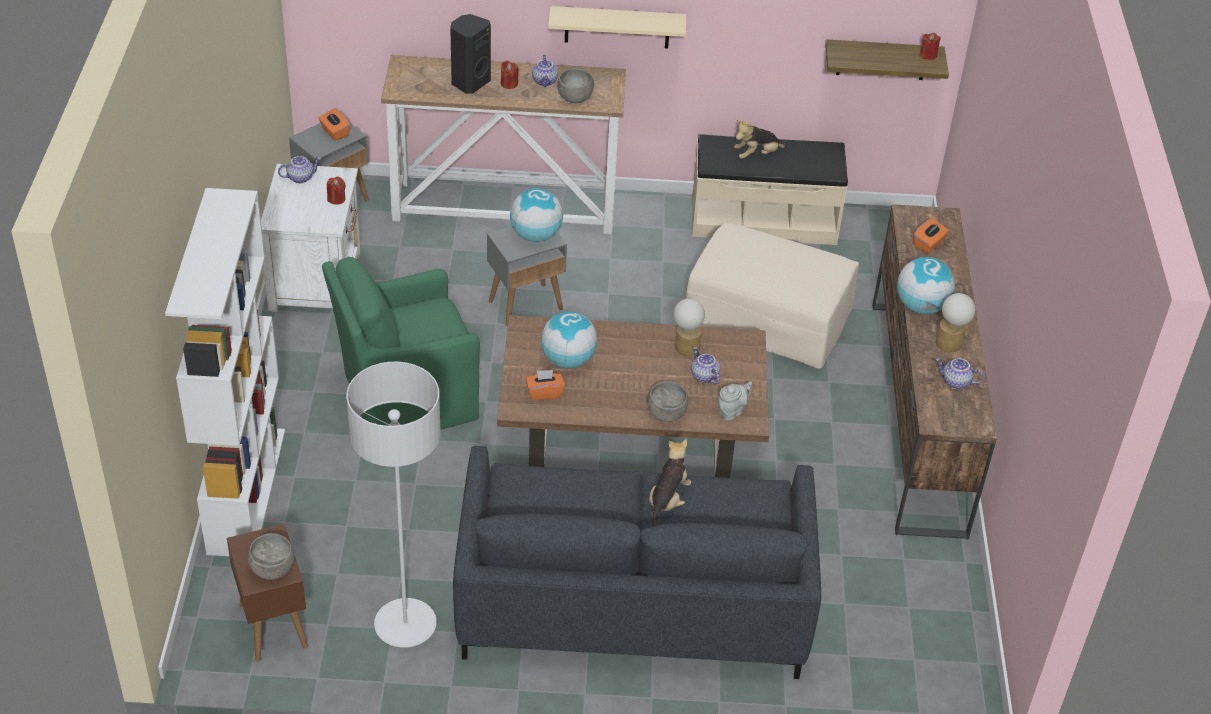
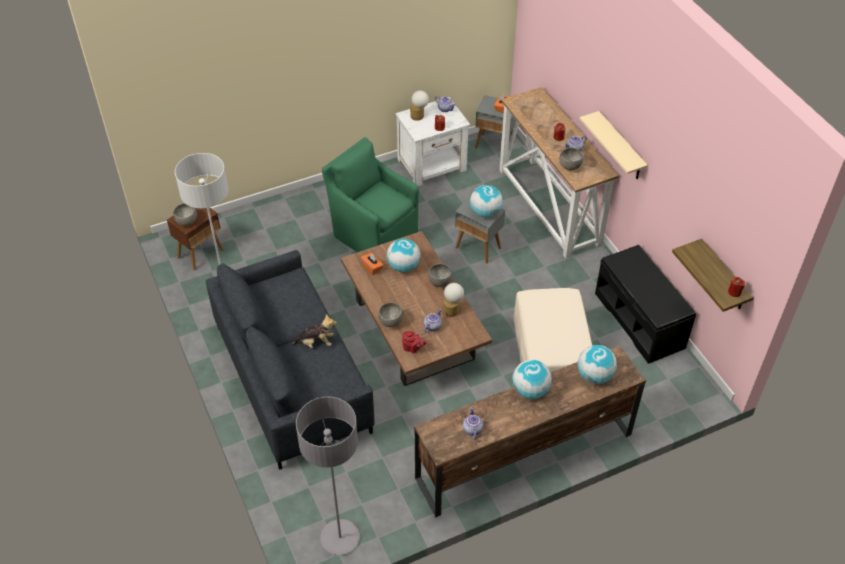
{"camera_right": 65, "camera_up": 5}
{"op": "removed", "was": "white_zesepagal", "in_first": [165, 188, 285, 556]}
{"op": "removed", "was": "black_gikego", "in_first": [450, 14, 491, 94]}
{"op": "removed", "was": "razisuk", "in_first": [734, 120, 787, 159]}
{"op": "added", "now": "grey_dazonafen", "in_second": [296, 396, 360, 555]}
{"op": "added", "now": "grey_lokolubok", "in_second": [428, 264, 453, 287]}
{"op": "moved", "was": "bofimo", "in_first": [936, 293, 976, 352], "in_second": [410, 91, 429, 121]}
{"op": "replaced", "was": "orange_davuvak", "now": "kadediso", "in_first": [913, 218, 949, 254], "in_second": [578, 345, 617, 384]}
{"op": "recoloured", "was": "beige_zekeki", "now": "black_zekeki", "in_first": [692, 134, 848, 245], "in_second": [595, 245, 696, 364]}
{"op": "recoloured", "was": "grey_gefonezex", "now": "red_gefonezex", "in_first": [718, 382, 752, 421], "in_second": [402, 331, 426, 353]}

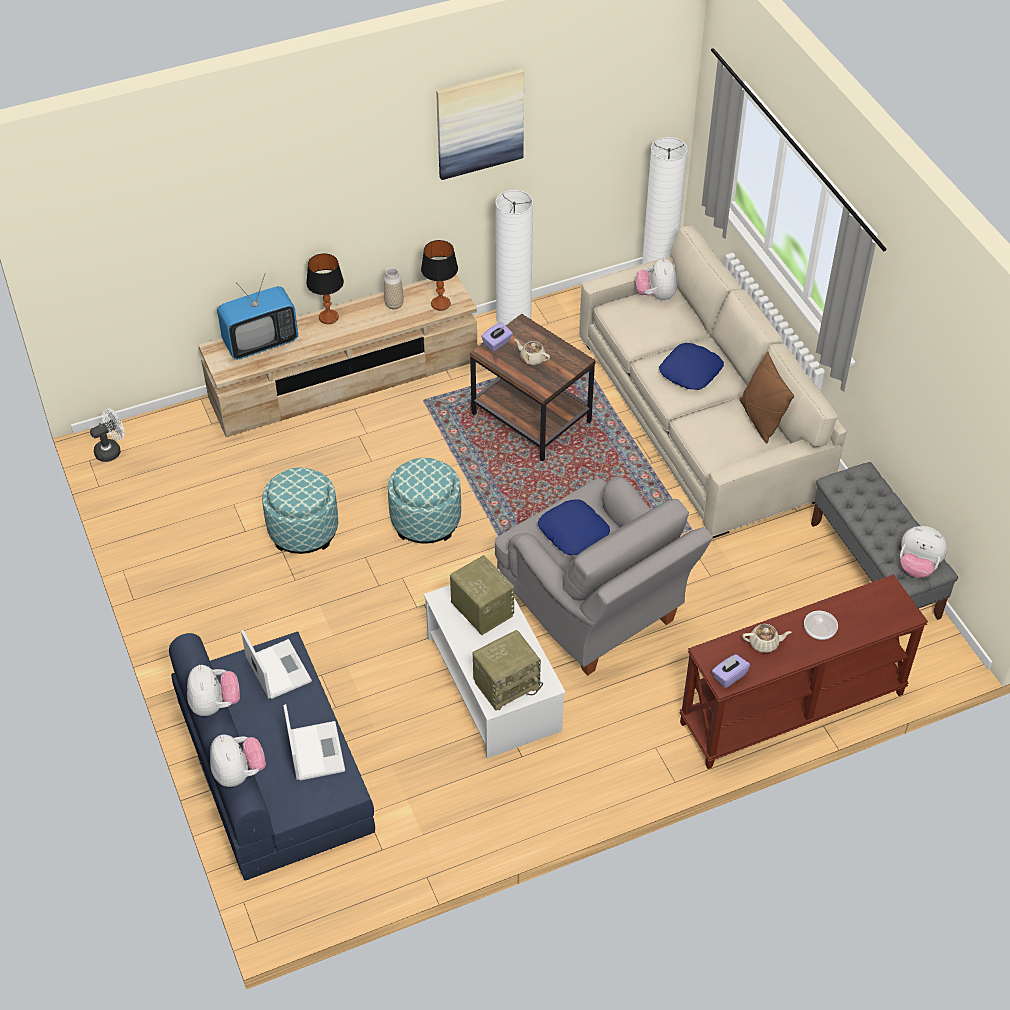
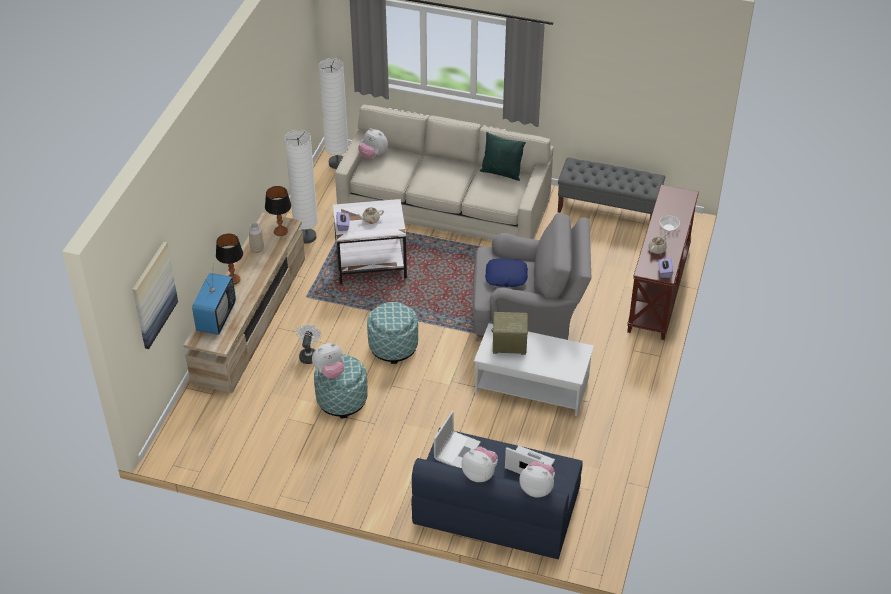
{"camera_right": -50, "camera_up": -5}
{"op": "removed", "was": "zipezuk", "in_first": [472, 630, 543, 711]}
{"op": "removed", "was": "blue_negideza", "in_first": [659, 343, 724, 390]}
{"op": "moved", "was": "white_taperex", "in_first": [90, 408, 124, 462], "in_second": [296, 324, 321, 364]}
{"op": "moved", "was": "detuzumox", "in_first": [436, 69, 524, 180], "in_second": [132, 242, 178, 349]}
{"op": "moved", "was": "razisuk", "in_first": [900, 526, 948, 578], "in_second": [312, 343, 345, 379]}
{"op": "recoloured", "was": "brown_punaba", "now": "white_punaba", "in_first": [470, 314, 596, 462], "in_second": [333, 199, 407, 284]}
{"op": "recoloured", "was": "brown_negideza", "now": "green_negideza", "in_first": [740, 351, 794, 443], "in_second": [480, 132, 526, 181]}
{"op": "turned", "was": "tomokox", "in_first": [241, 630, 312, 699], "in_second": [434, 411, 481, 468], "clockwise": 105}

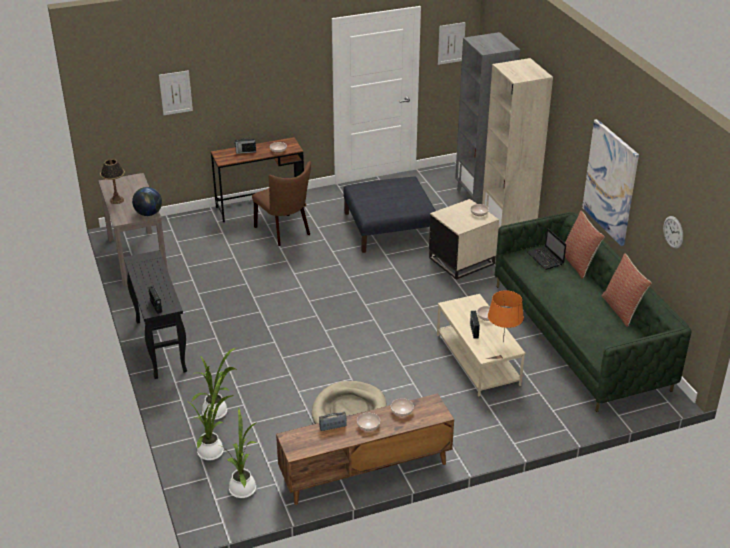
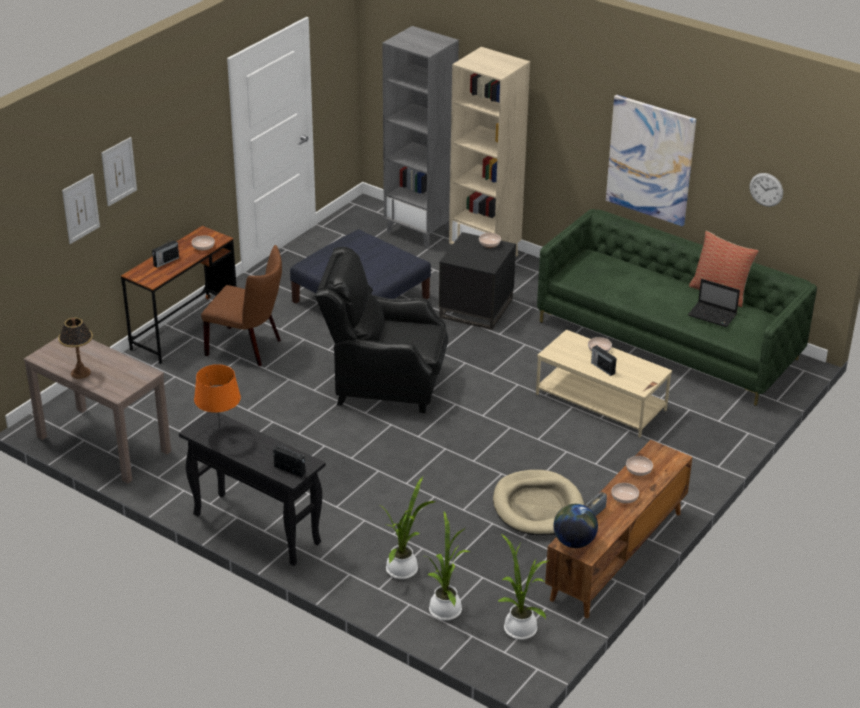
{"camera_right": -35, "camera_up": 0}
{"op": "removed", "was": "negideza", "in_first": [565, 210, 605, 279]}
{"op": "added", "now": "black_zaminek", "in_second": [315, 246, 448, 413]}
{"op": "moved", "was": "kadediso", "in_first": [132, 187, 162, 216], "in_second": [553, 504, 598, 548]}
{"op": "moved", "was": "detuzumox", "in_first": [438, 22, 466, 65], "in_second": [101, 137, 137, 206]}
{"op": "moved", "was": "orange_bofimo", "in_first": [488, 290, 524, 342], "in_second": [194, 364, 241, 428]}
{"op": "moved", "was": "tomokox", "in_first": [527, 228, 566, 270], "in_second": [688, 279, 740, 327]}
{"op": "recoloured", "was": "beige_punaba", "now": "black_punaba", "in_first": [429, 199, 499, 280], "in_second": [439, 232, 516, 330]}

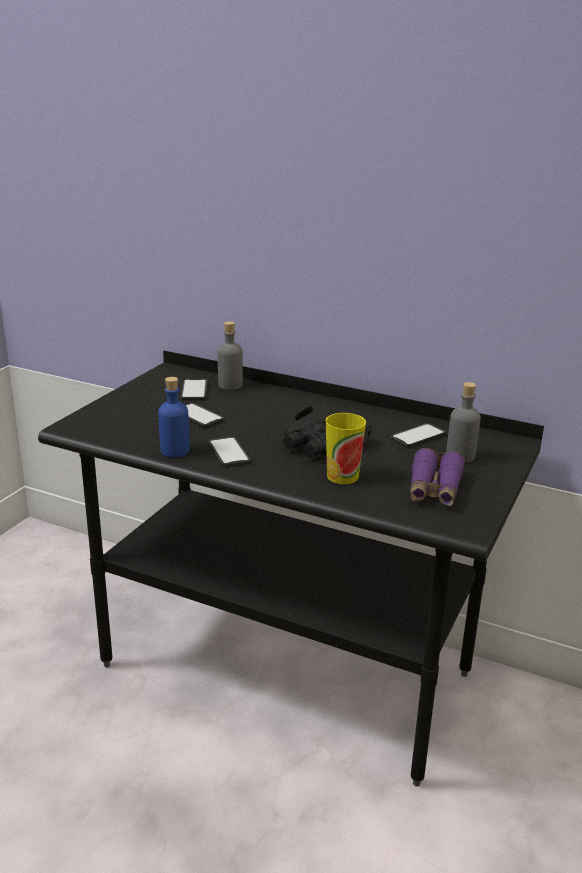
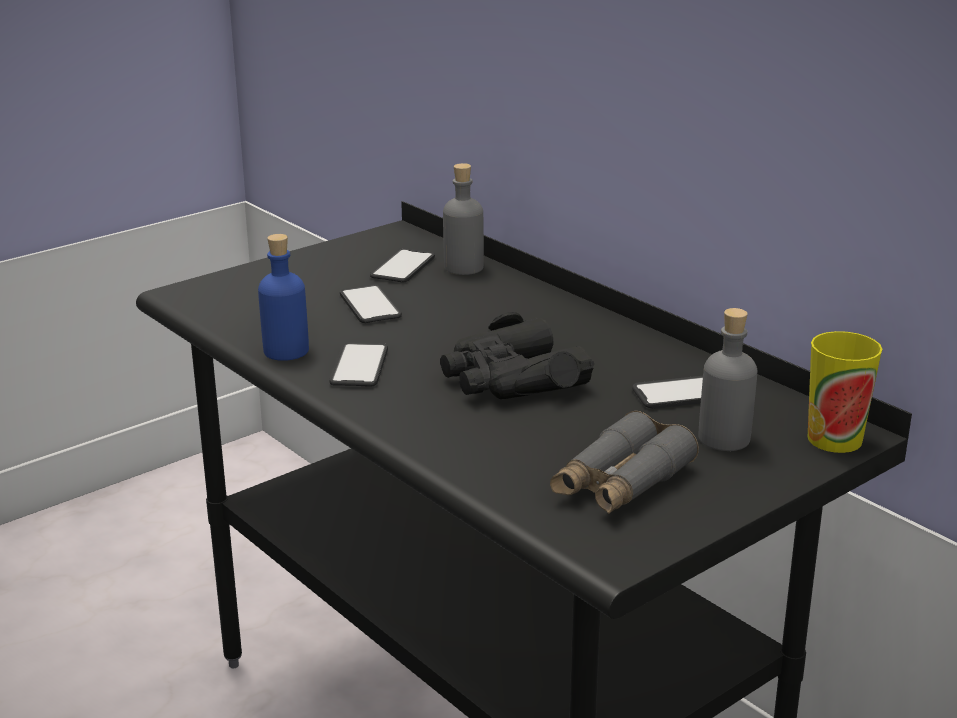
{"camera_right": 25, "camera_up": 0}
{"op": "moved", "was": "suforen", "in_first": [325, 413, 366, 484], "in_second": [808, 331, 882, 453]}
{"op": "recoloured", "was": "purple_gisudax", "now": "grey_gisudax", "in_first": [410, 448, 465, 506], "in_second": [550, 411, 699, 514]}

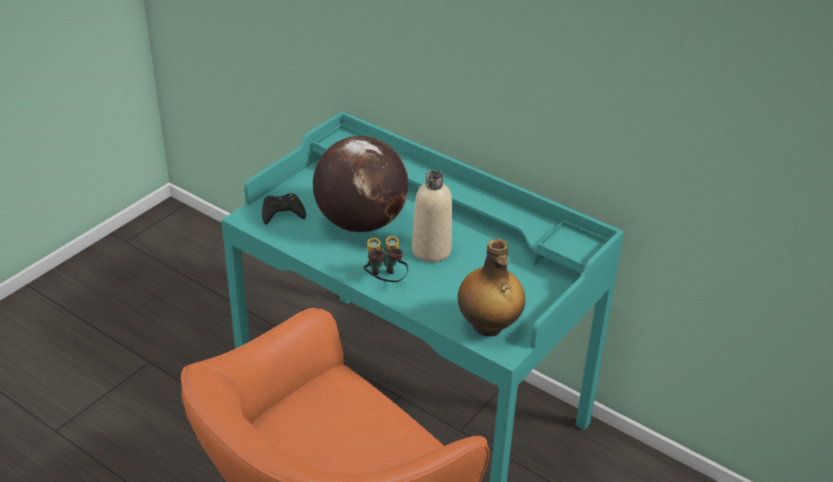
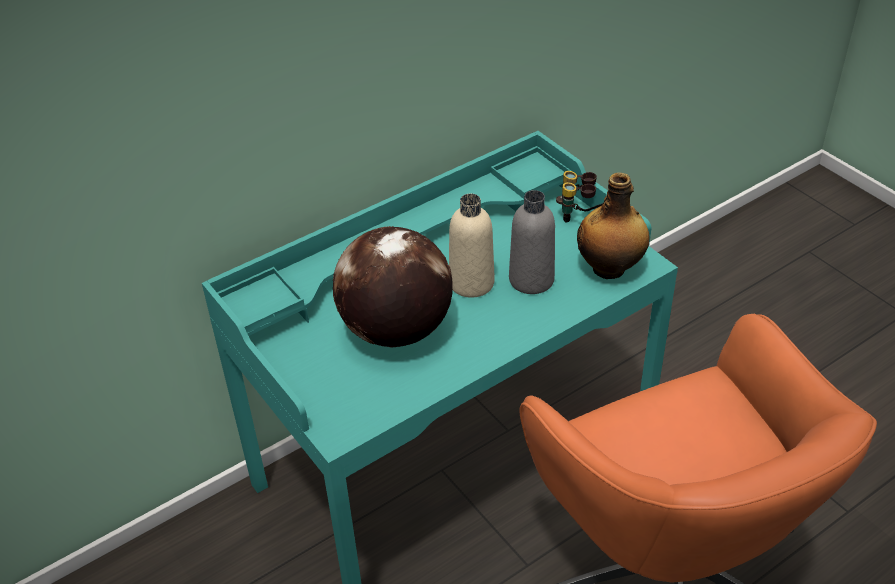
{"camera_right": -70, "camera_up": 5}
{"op": "removed", "was": "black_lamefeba", "in_first": [262, 193, 306, 225]}
{"op": "added", "now": "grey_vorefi", "in_second": [509, 190, 555, 294]}
{"op": "moved", "was": "gisudax", "in_first": [364, 236, 408, 282], "in_second": [556, 171, 603, 223]}

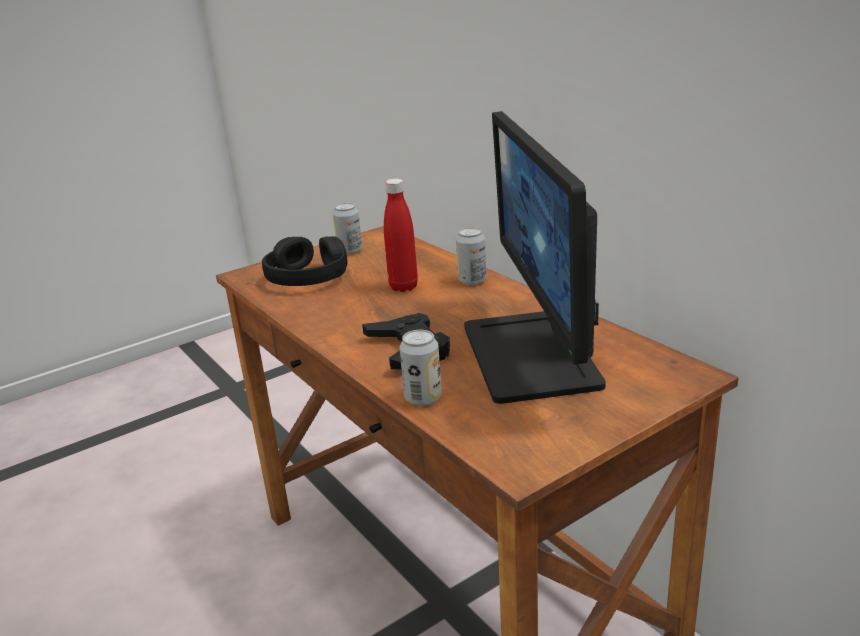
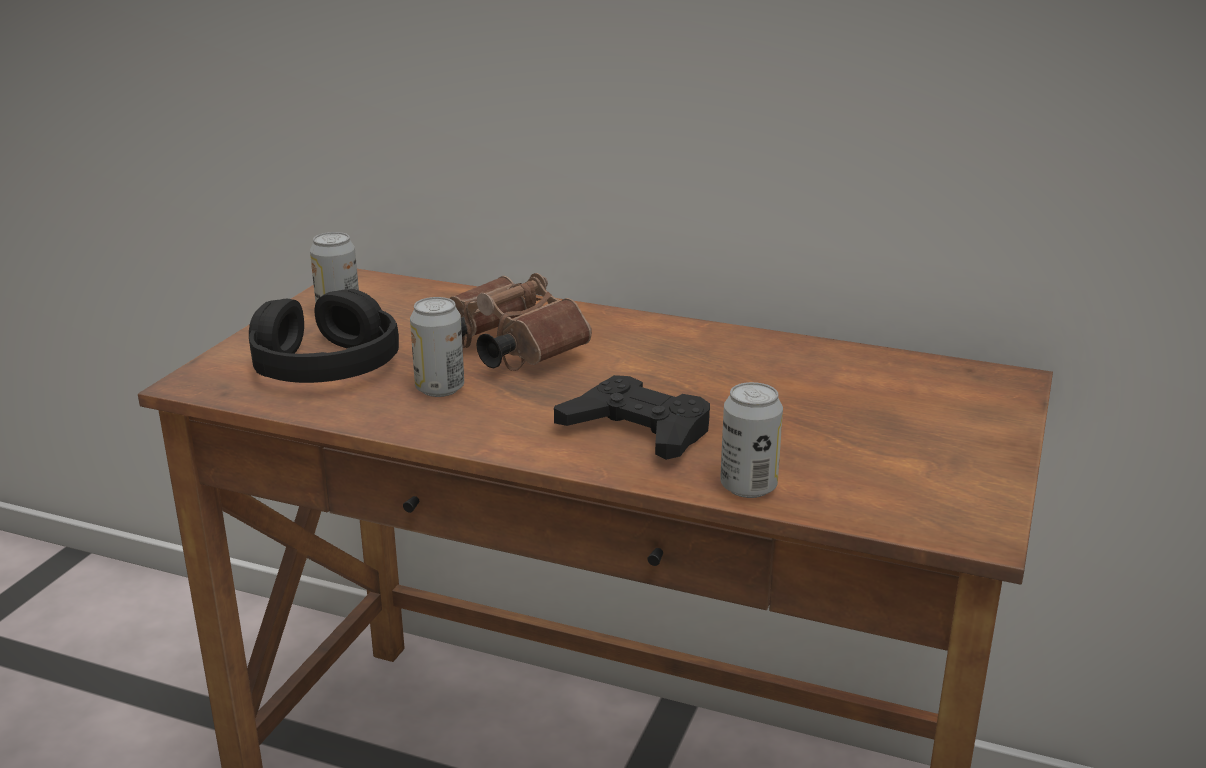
{"camera_right": -35, "camera_up": 0}
{"op": "removed", "was": "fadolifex", "in_first": [464, 111, 606, 404]}
{"op": "moved", "was": "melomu", "in_first": [456, 227, 486, 285], "in_second": [410, 297, 464, 397]}
{"op": "replaced", "was": "red_vorefi", "now": "brown_gisudax", "in_first": [384, 178, 418, 292], "in_second": [449, 273, 592, 371]}

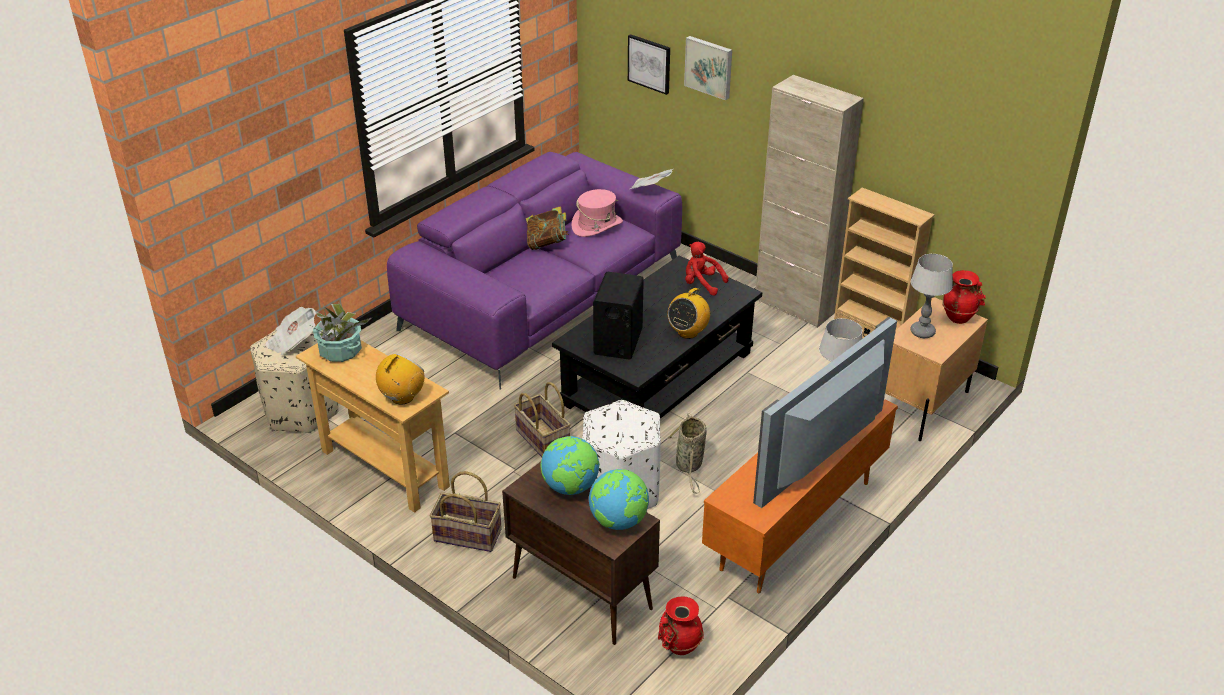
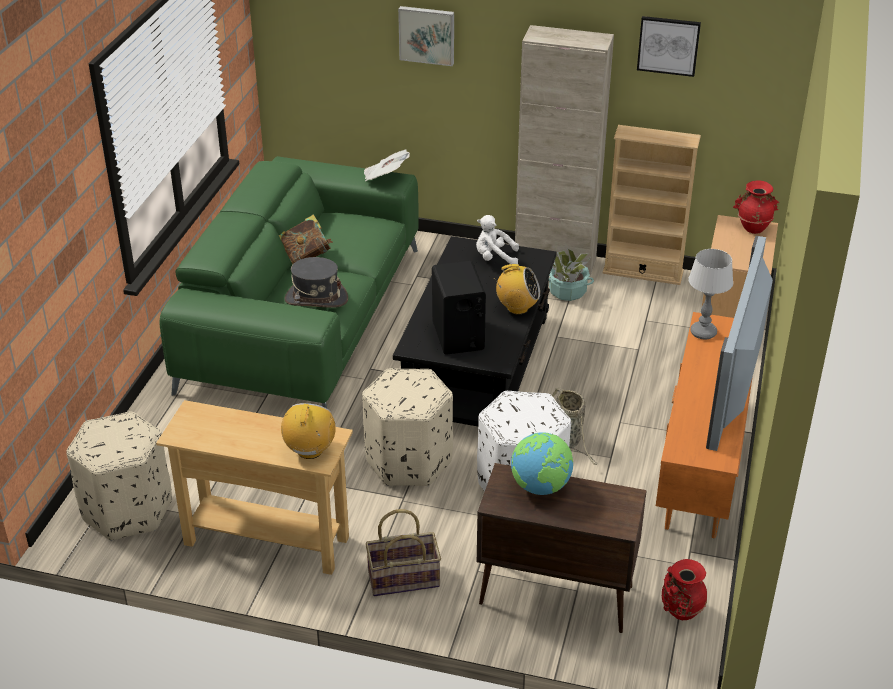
{"camera_right": -25, "camera_up": 0}
{"op": "removed", "was": "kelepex", "in_first": [265, 307, 316, 355]}
{"op": "removed", "was": "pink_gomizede", "in_first": [571, 189, 623, 237]}
{"op": "removed", "was": "kadediso", "in_first": [589, 469, 649, 530]}
{"op": "removed", "was": "bofimo", "in_first": [910, 254, 953, 338]}
{"op": "added", "now": "grey_gomizede", "in_second": [285, 257, 348, 308]}
{"op": "moved", "was": "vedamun", "in_first": [313, 302, 373, 362], "in_second": [549, 248, 594, 301]}
{"op": "moved", "was": "detuzumox", "in_first": [628, 34, 670, 95], "in_second": [637, 16, 701, 77]}
{"op": "replaced", "was": "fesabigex", "now": "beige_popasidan", "in_first": [514, 382, 571, 457], "in_second": [362, 368, 453, 486]}
{"op": "recoloured", "was": "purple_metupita", "now": "green_metupita", "in_first": [387, 152, 682, 389], "in_second": [160, 156, 419, 408]}
{"op": "recoloured", "was": "red_razisuk", "now": "white_razisuk", "in_first": [685, 242, 729, 295], "in_second": [476, 215, 519, 264]}
{"op": "turned", "was": "zipezuk", "in_first": [667, 285, 710, 339], "in_second": [494, 264, 540, 314], "clockwise": -90}

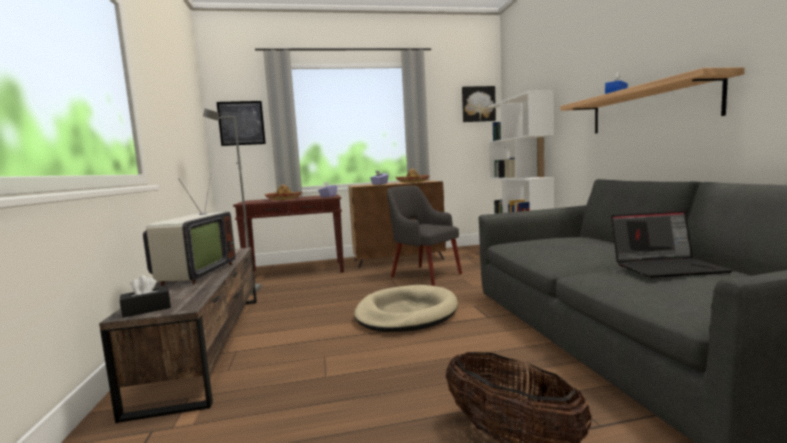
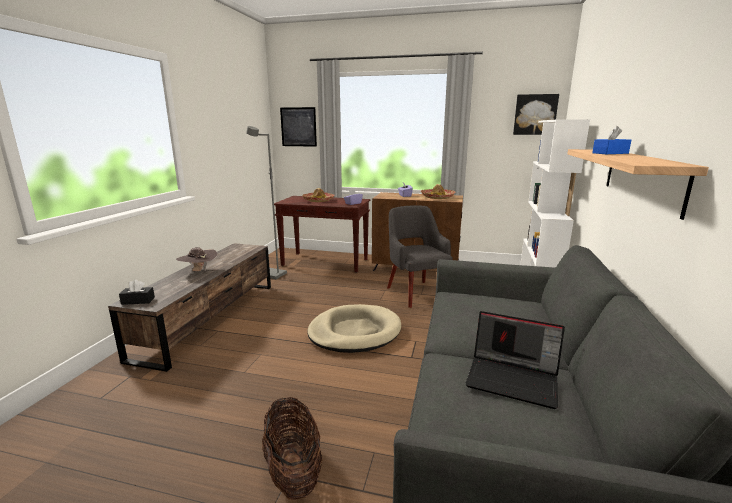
{"camera_right": 25, "camera_up": 10}
{"op": "replaced", "was": "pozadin", "now": "brown_gomizede", "in_first": [143, 174, 235, 286], "in_second": [176, 247, 217, 271]}

